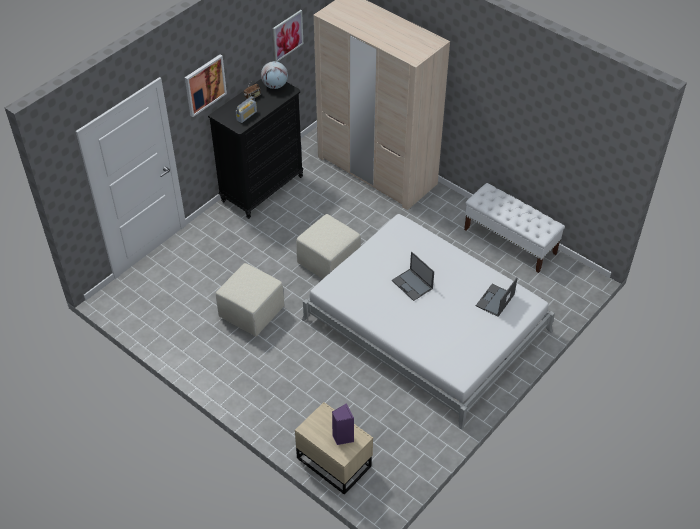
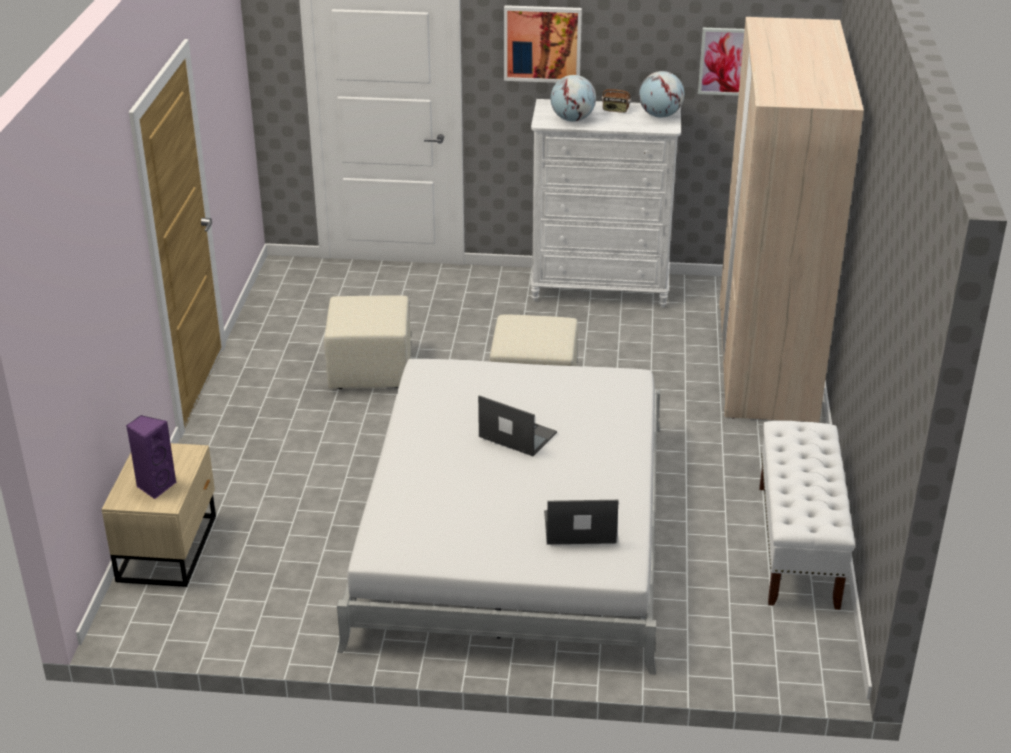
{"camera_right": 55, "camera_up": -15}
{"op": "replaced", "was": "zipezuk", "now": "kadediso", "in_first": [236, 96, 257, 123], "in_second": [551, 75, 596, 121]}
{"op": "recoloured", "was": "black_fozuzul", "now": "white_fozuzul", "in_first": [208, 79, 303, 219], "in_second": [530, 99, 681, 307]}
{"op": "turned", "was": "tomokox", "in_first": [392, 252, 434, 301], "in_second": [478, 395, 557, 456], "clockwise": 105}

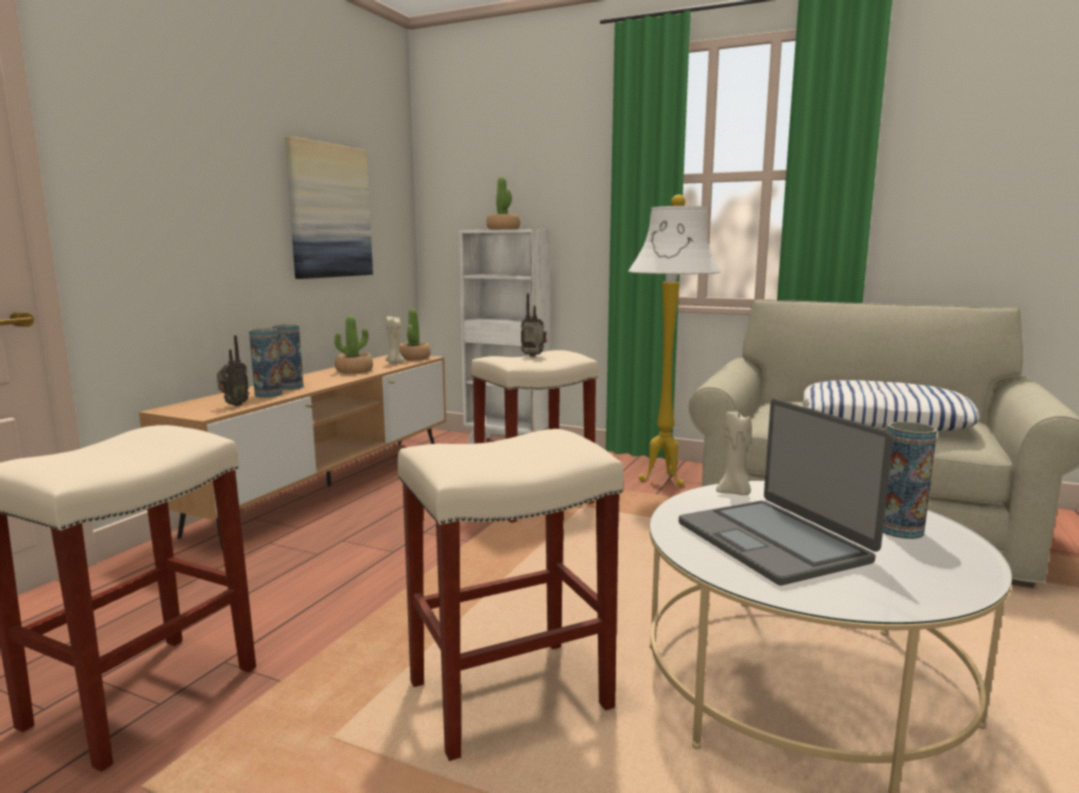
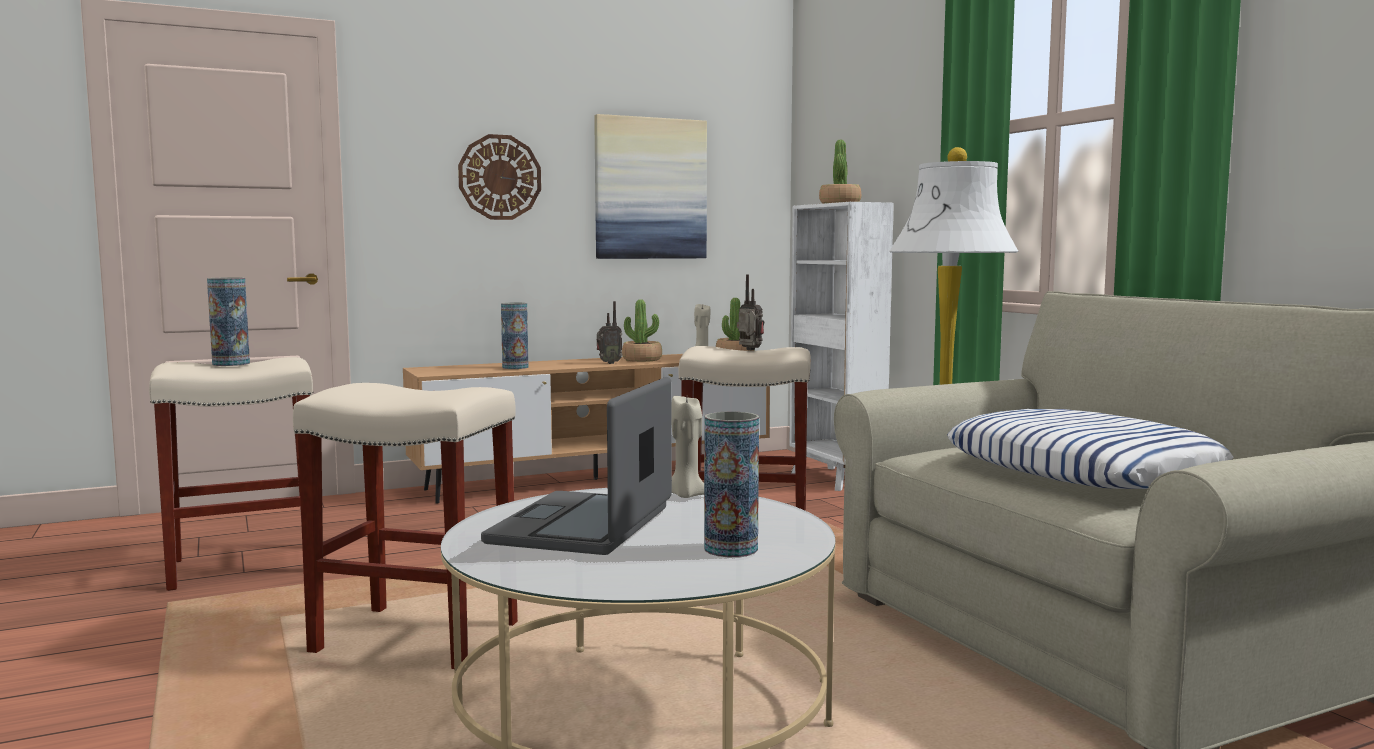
{"camera_right": 40, "camera_up": -5}
{"op": "added", "now": "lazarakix", "in_second": [458, 134, 541, 220]}
{"op": "moved", "was": "zipezuk", "in_first": [217, 335, 249, 406], "in_second": [597, 301, 622, 364]}
{"op": "moved", "was": "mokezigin", "in_first": [272, 324, 304, 390], "in_second": [207, 277, 250, 366]}

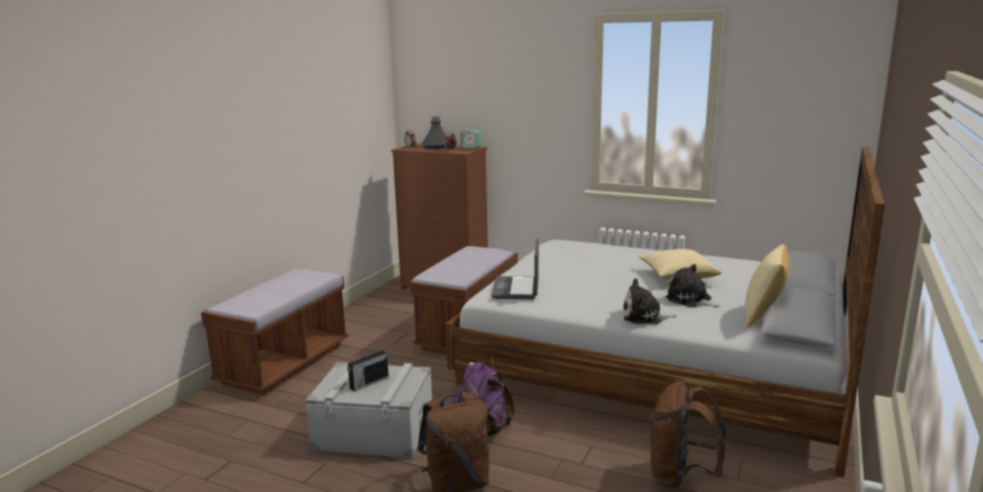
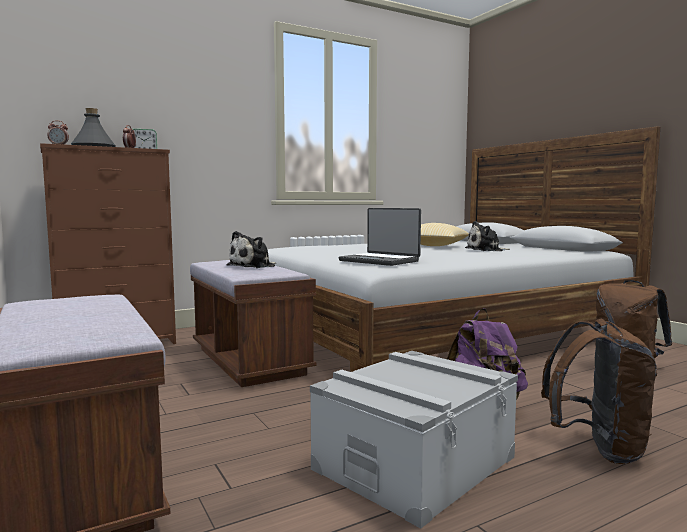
{"camera_right": -55, "camera_up": -10}
{"op": "removed", "was": "zipezuk", "in_first": [347, 346, 389, 392]}
{"op": "removed", "was": "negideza", "in_first": [745, 244, 789, 328]}
{"op": "moved", "was": "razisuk", "in_first": [623, 278, 676, 324], "in_second": [227, 231, 276, 268]}

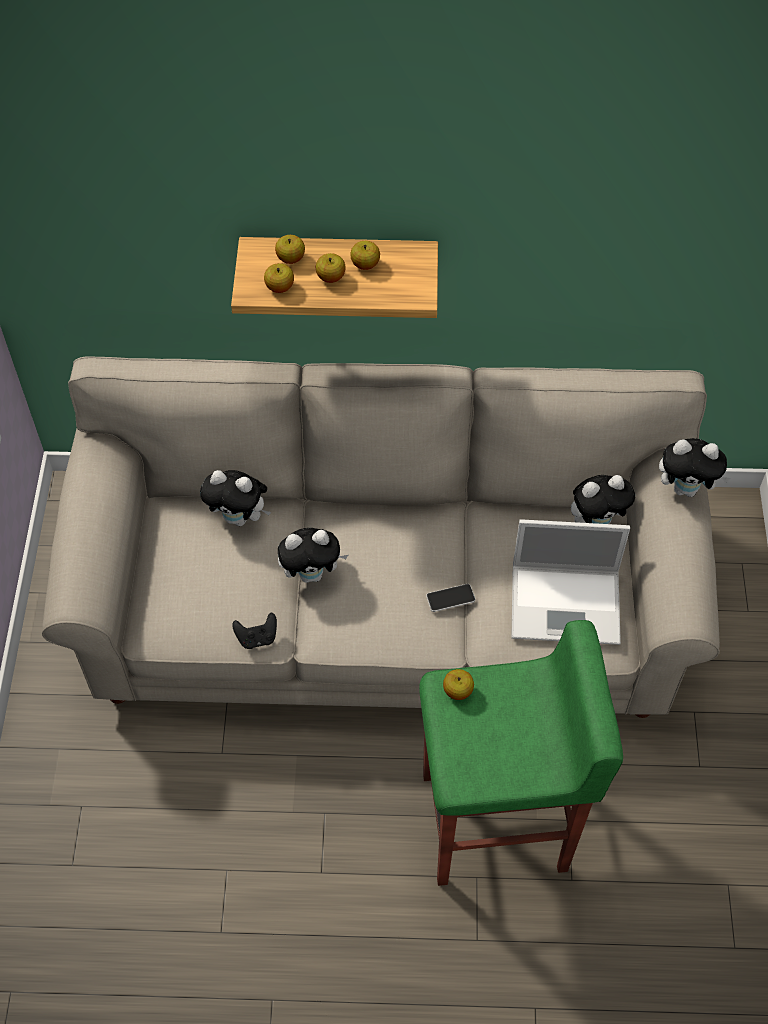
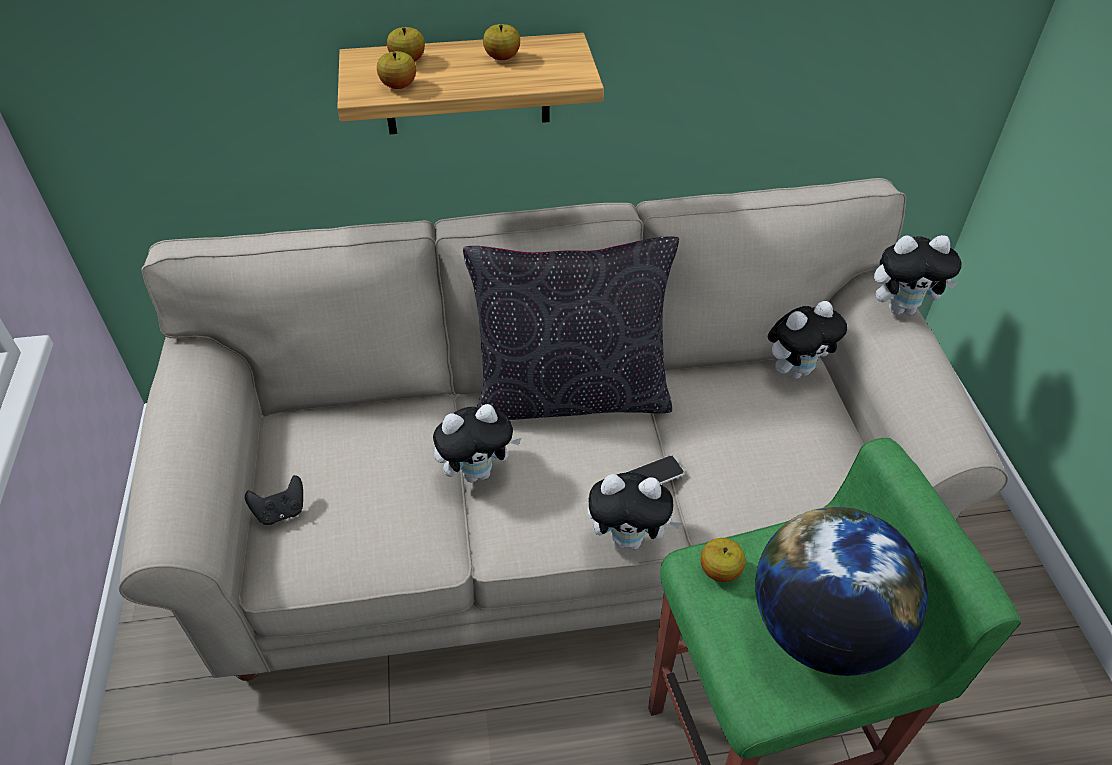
{"camera_right": -10, "camera_up": -10}
{"op": "removed", "was": "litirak", "in_first": [316, 253, 346, 283]}
{"op": "removed", "was": "tomokox", "in_first": [511, 519, 630, 645]}
{"op": "added", "now": "black_negideza", "in_second": [463, 236, 679, 420]}
{"op": "added", "now": "kadediso", "in_second": [755, 507, 928, 676]}
{"op": "moved", "was": "razisuk", "in_first": [200, 470, 271, 526], "in_second": [587, 472, 682, 550]}
{"op": "moved", "was": "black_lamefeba", "in_first": [232, 612, 277, 649], "in_second": [245, 475, 303, 525]}

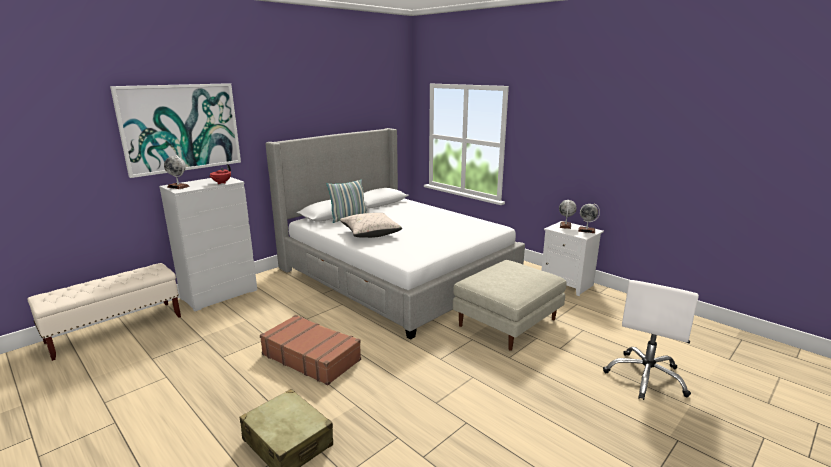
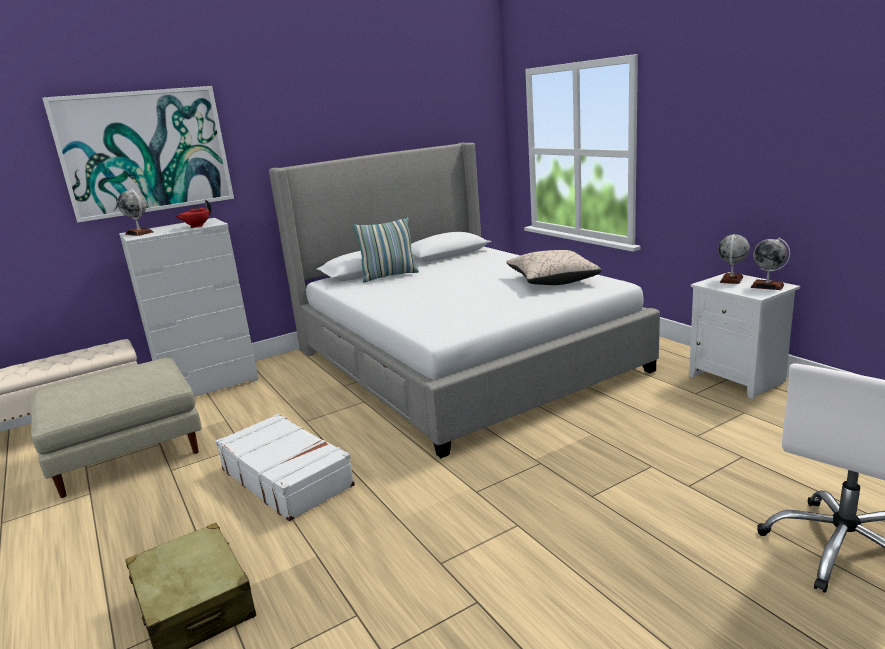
{"camera_right": 15, "camera_up": 0}
{"op": "moved", "was": "beige_negideza", "in_first": [340, 213, 402, 238], "in_second": [506, 250, 602, 285]}
{"op": "moved", "was": "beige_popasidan", "in_first": [453, 260, 567, 351], "in_second": [31, 358, 202, 498]}
{"op": "recoloured", "was": "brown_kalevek", "now": "white_kalevek", "in_first": [260, 315, 361, 385], "in_second": [216, 414, 355, 521]}

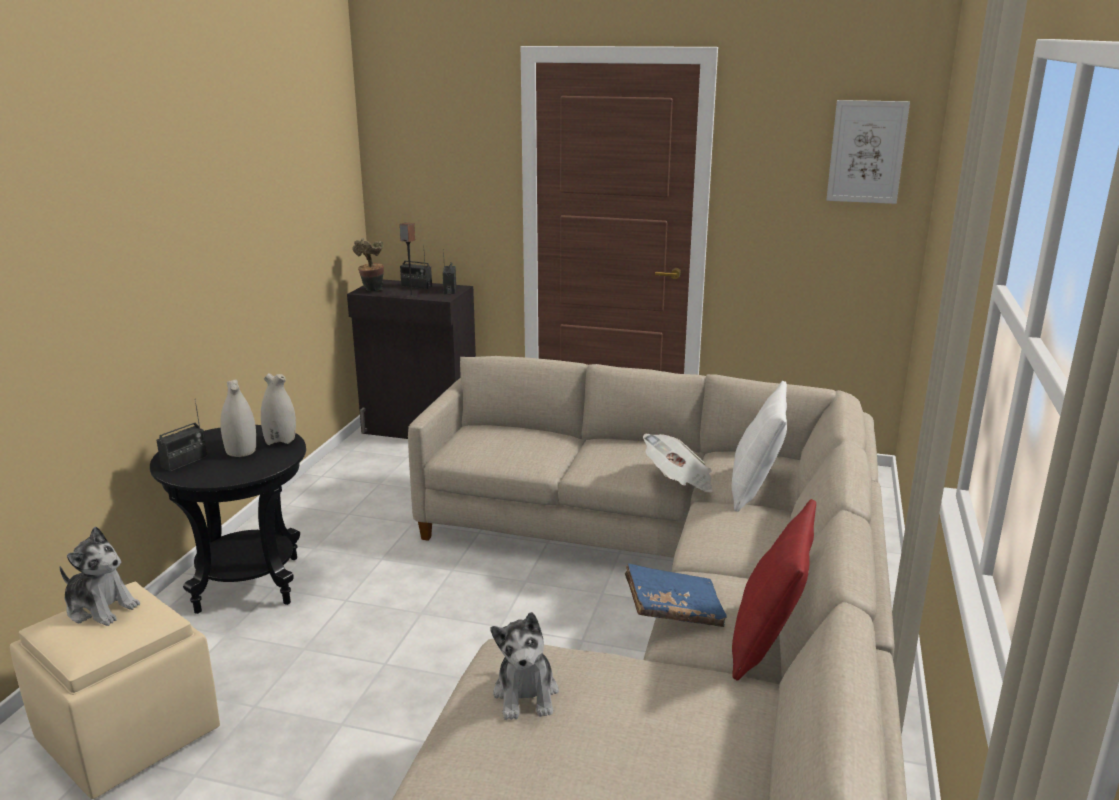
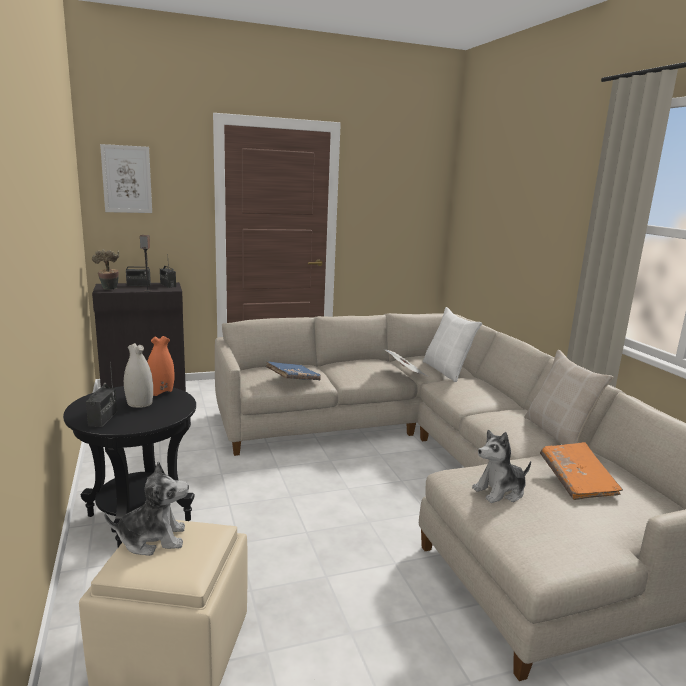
{"camera_right": -35, "camera_up": -5}
{"op": "added", "now": "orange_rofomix", "in_second": [540, 442, 623, 500]}
{"op": "moved", "was": "blue_rofomix", "in_first": [625, 563, 727, 627], "in_second": [266, 361, 321, 380]}
{"op": "moved", "was": "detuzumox", "in_first": [826, 100, 910, 204], "in_second": [100, 144, 152, 213]}
{"op": "recoloured", "was": "white_mokezigin", "now": "orange_mokezigin", "in_first": [261, 373, 296, 445], "in_second": [147, 336, 175, 396]}
{"op": "recoloured", "was": "red_negideza", "now": "beige_negideza", "in_first": [732, 499, 816, 681], "in_second": [524, 350, 614, 445]}
{"op": "turned", "was": "razisuk", "in_first": [491, 612, 559, 720], "in_second": [472, 430, 531, 503], "clockwise": 105}

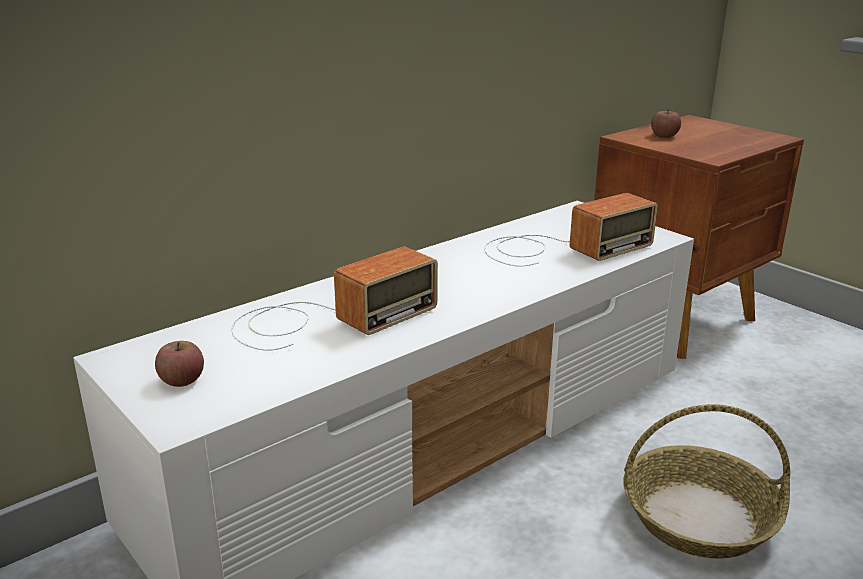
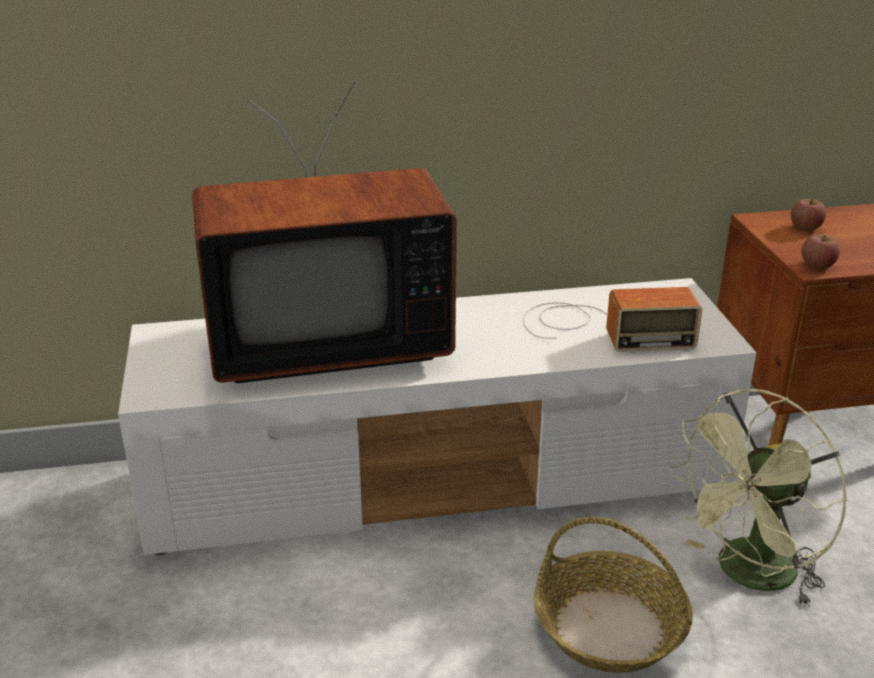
{"camera_right": 30, "camera_up": 5}
{"op": "added", "now": "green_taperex", "in_second": [669, 389, 847, 607]}
{"op": "moved", "was": "litirak", "in_first": [155, 341, 204, 387], "in_second": [802, 234, 840, 269]}
{"op": "replaced", "was": "zipezuk", "now": "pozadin", "in_first": [231, 246, 438, 351], "in_second": [192, 82, 457, 383]}

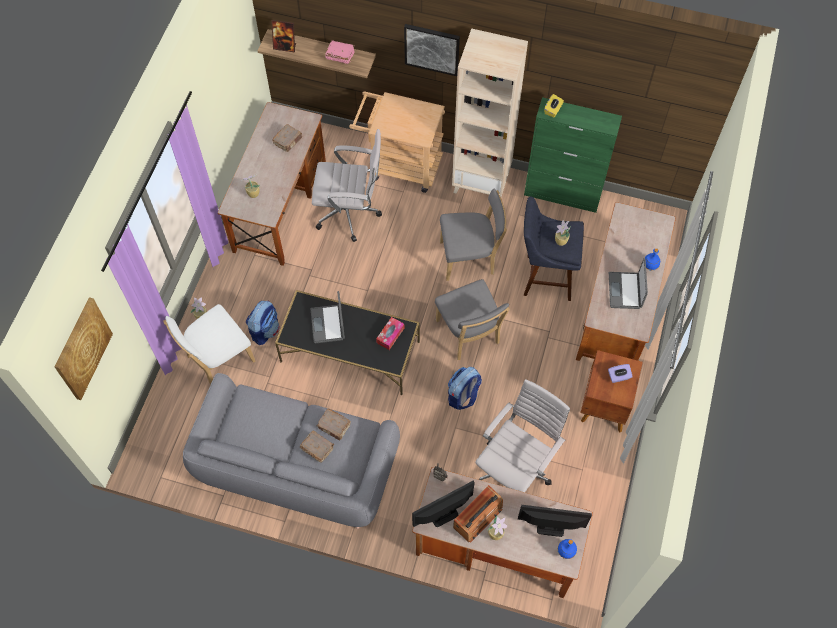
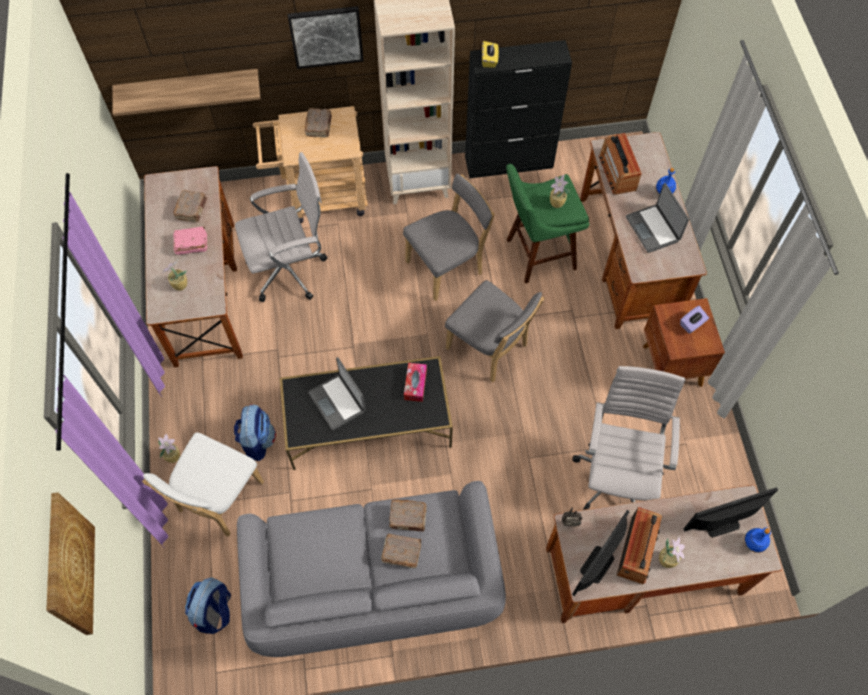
{"camera_right": -25, "camera_up": 0}
{"op": "removed", "was": "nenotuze", "in_first": [271, 20, 296, 52]}
{"op": "added", "now": "brown_rofomix", "in_second": [305, 108, 332, 138]}
{"op": "added", "now": "zipezuk", "in_second": [599, 133, 642, 195]}
{"op": "moved", "was": "pink_rofomix", "in_first": [325, 40, 355, 64], "in_second": [174, 226, 207, 255]}
{"op": "moved", "was": "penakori", "in_first": [448, 367, 482, 410], "in_second": [185, 577, 231, 634]}
{"op": "recoloured", "was": "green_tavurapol", "now": "black_tavurapol", "in_first": [524, 97, 622, 213], "in_second": [465, 40, 572, 178]}
{"op": "recoloured", "was": "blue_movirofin", "now": "green_movirofin", "in_first": [524, 197, 584, 301], "in_second": [506, 164, 589, 284]}

